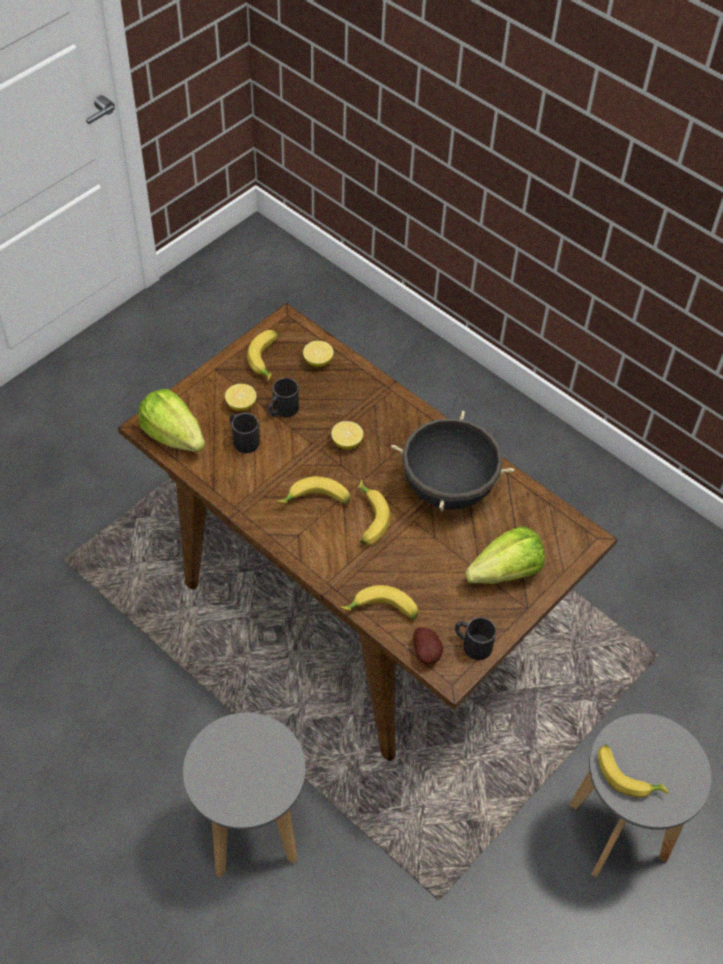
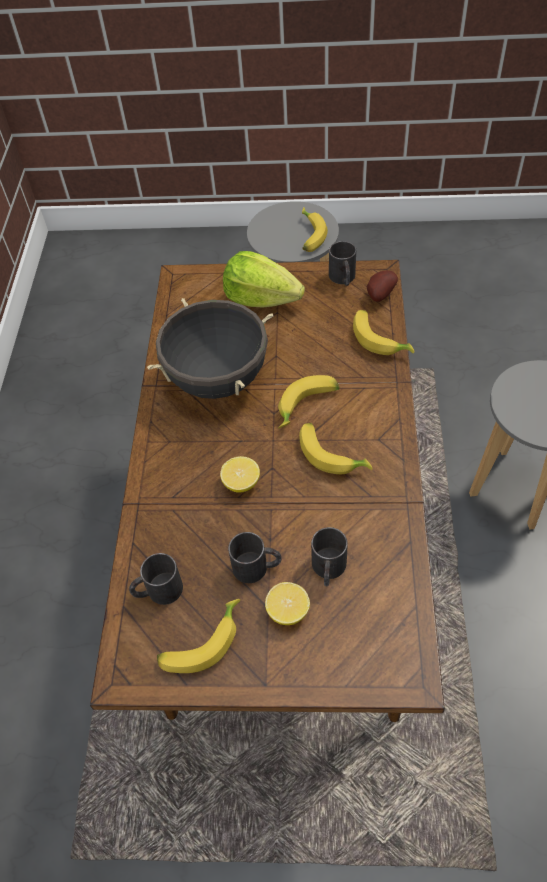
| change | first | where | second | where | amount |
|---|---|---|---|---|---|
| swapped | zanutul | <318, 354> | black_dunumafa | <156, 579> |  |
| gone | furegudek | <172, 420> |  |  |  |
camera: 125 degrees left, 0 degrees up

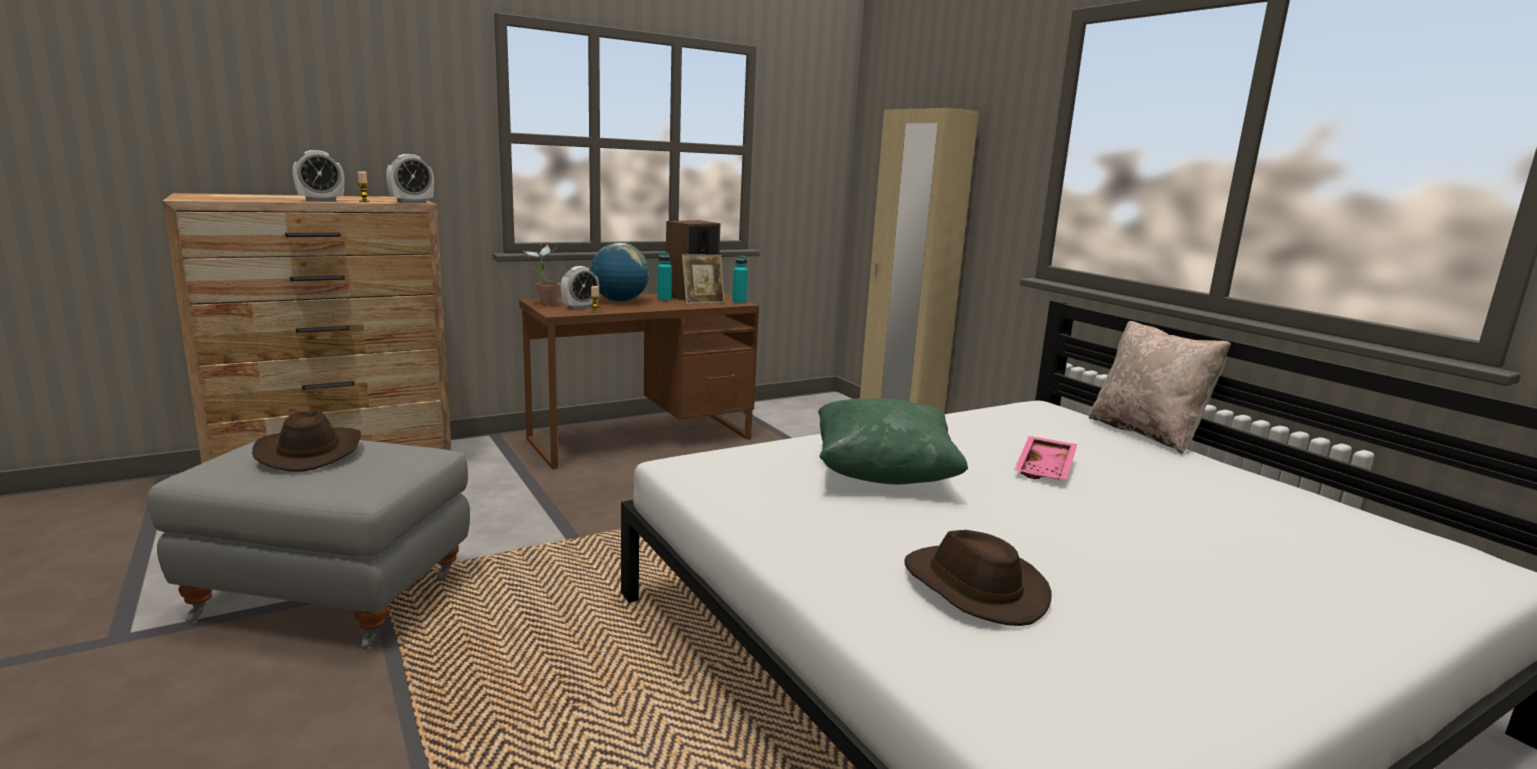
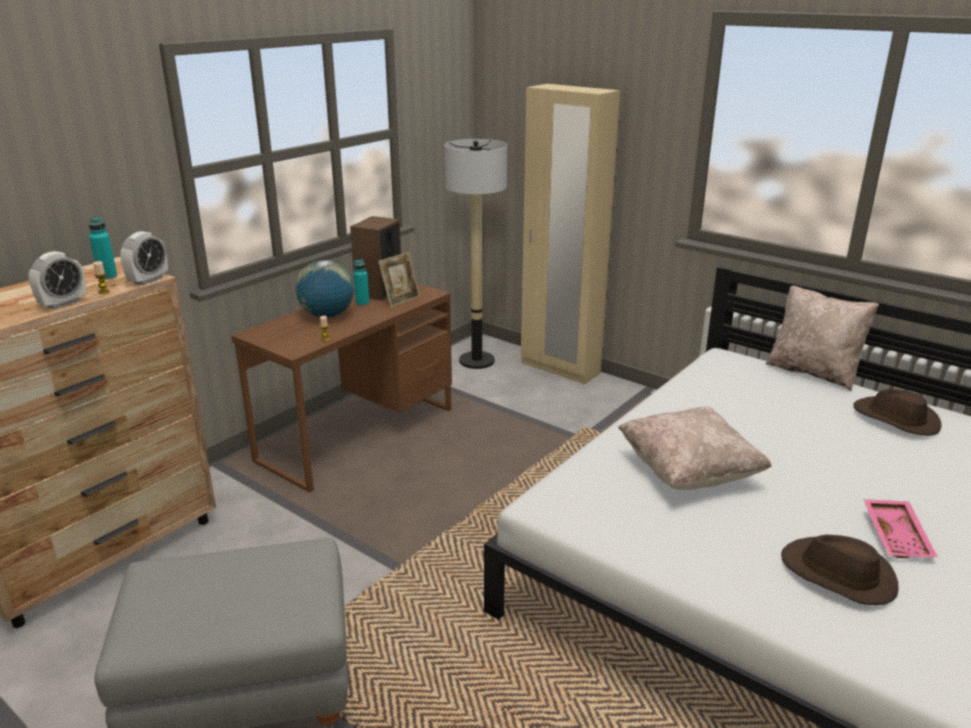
| change | first | where | second | where | amount |
|---|---|---|---|---|---|
| shifted | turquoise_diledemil | <740, 279> |  | <103, 249> |  |
| new |  |  | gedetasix | <475, 254> |  |
| repainted | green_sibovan | <893, 441> | beige_sibovan | <695, 448> |  |
| shifted | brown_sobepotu | <306, 441> |  | <897, 412> |  |
| shifted | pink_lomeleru | <1045, 457> |  | <901, 529> |  |
| gone | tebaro | <541, 274> |  |  |  |
| gone | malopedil | <580, 288> |  |  |  |
camera: 20 degrees left, 10 degrees up

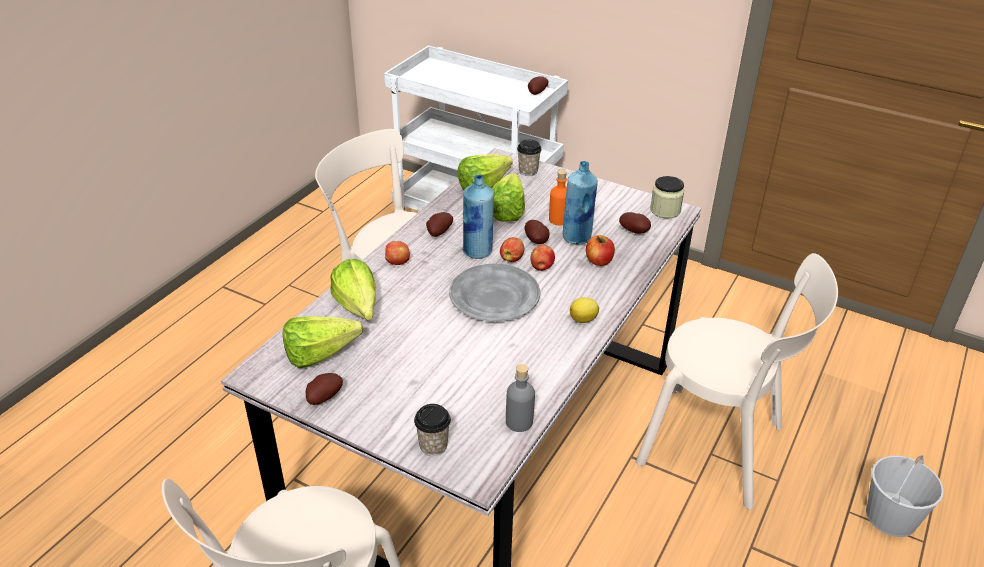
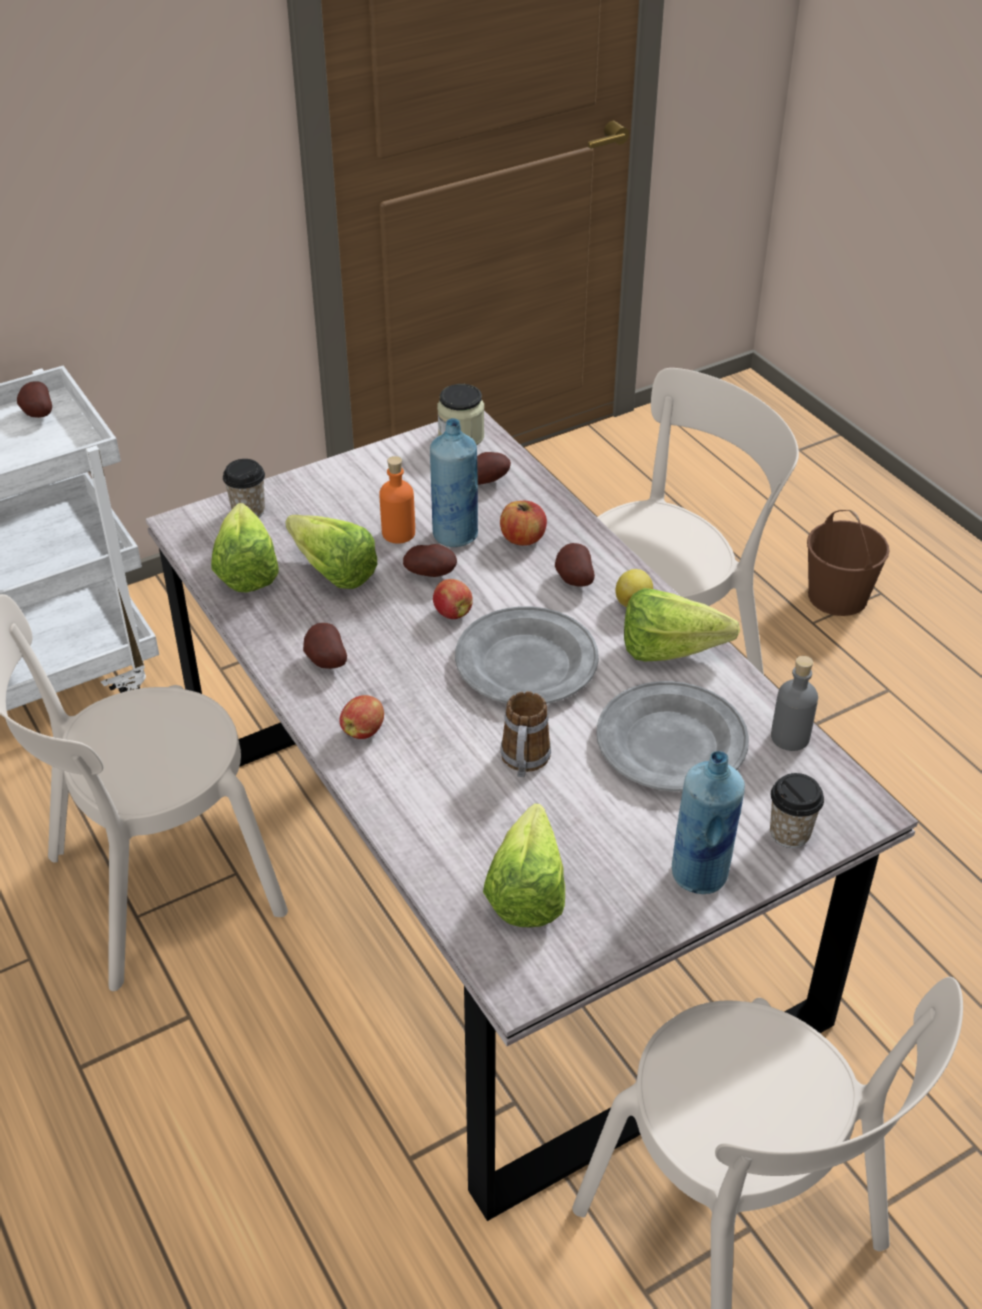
| change | first | where | second | where | amount |
|---|---|---|---|---|---|
| new |  |  | dunumafa | <526, 734> |  |
| shifted | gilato | <324, 389> |  | <575, 564> |  |
| new |  |  | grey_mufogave | <672, 736> |  |
| shifted | furegudek | <353, 289> |  | <682, 624> |  |
| shifted | blue_diledemil | <478, 216> |  | <708, 822> |  |
| repainted | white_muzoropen | <905, 496> | brown_muzoropen | <848, 563> |  |
| gone | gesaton | <542, 258> |  |  |  |
camera: 60 degrees left, 5 degrees up

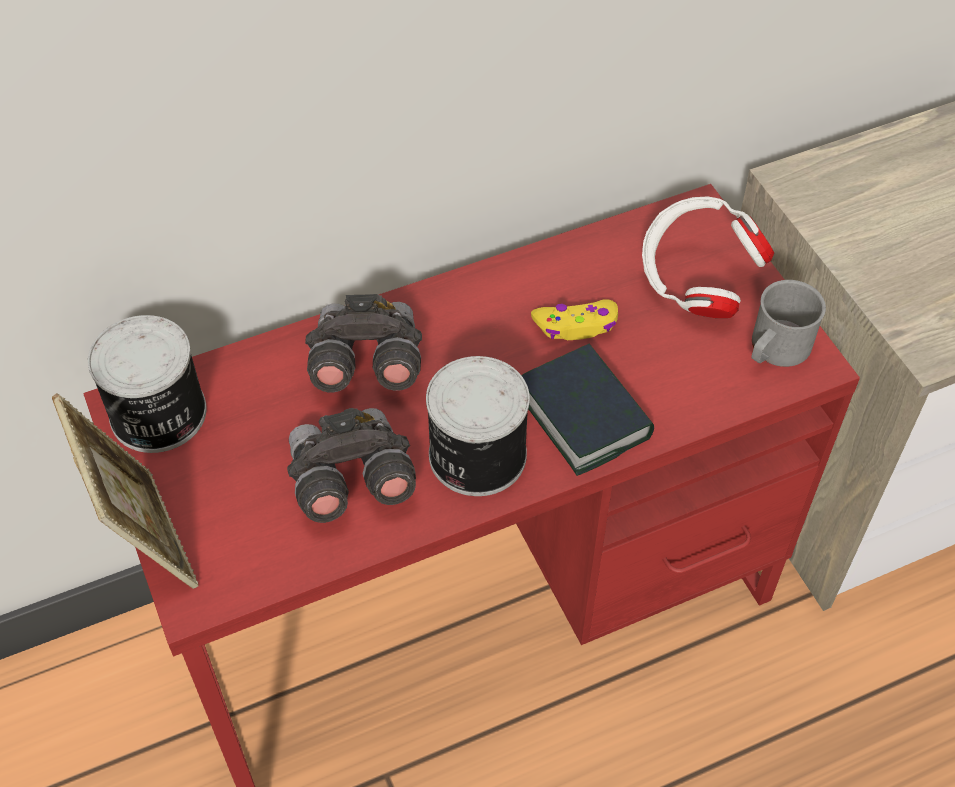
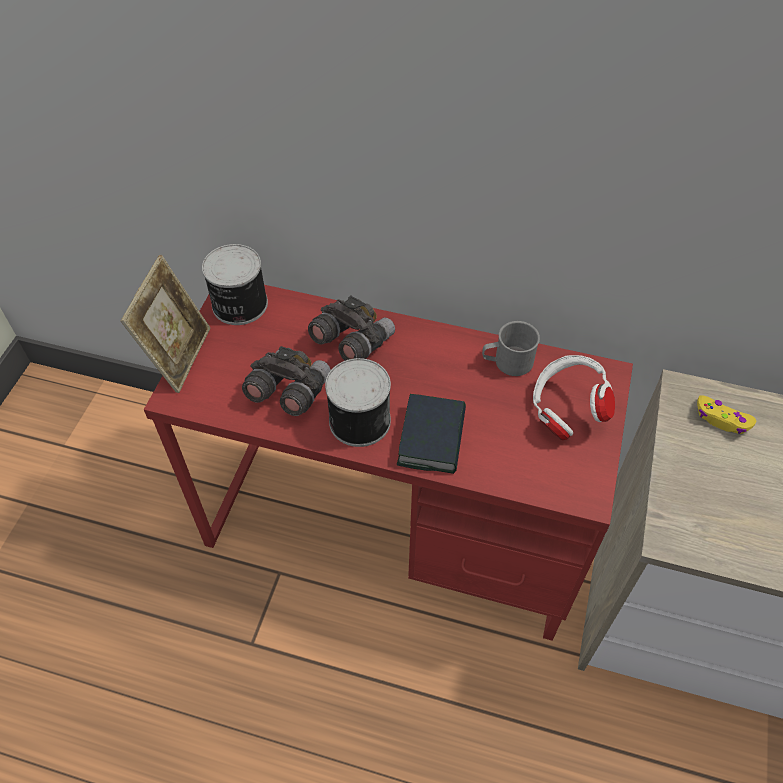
| change | first | where | second | where | amount |
|---|---|---|---|---|---|
| shifted | grey_dunumafa | <788, 323> |  | <511, 348> |  |
| shifted | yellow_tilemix | <574, 319> |  | <727, 414> |  |
camera: 40 degrees right, 0 degrees up

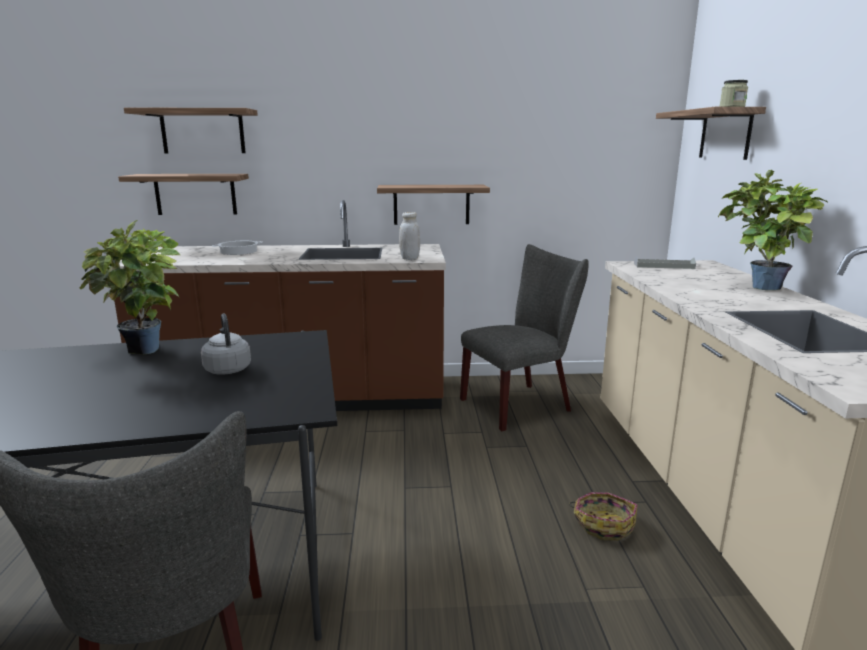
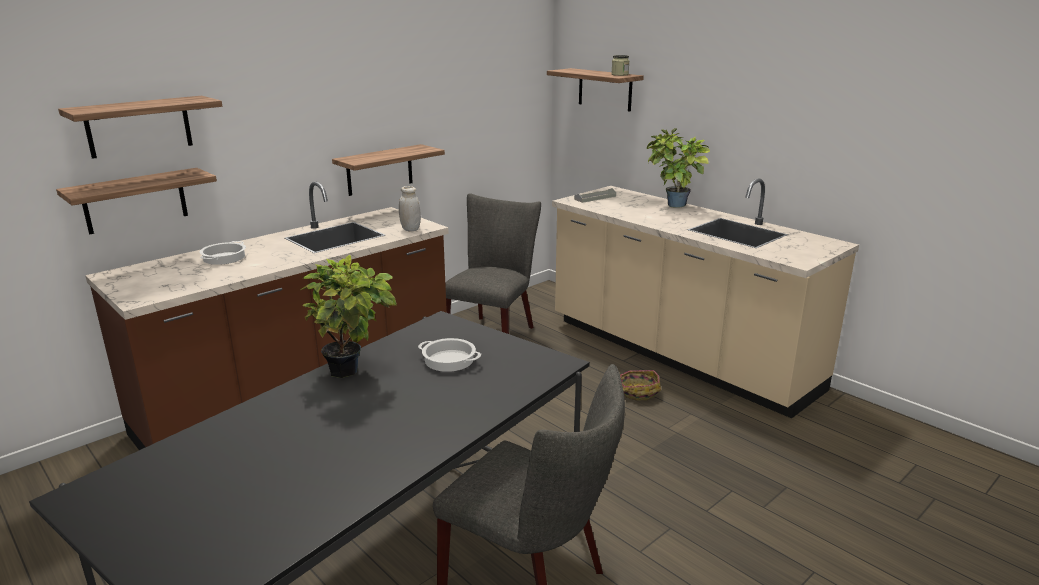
| change | first | where | second | where | amount |
|---|---|---|---|---|---|
| swapped | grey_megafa | <226, 344> | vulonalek | <449, 355> |  |
camera: 40 degrees left, 5 degrees up

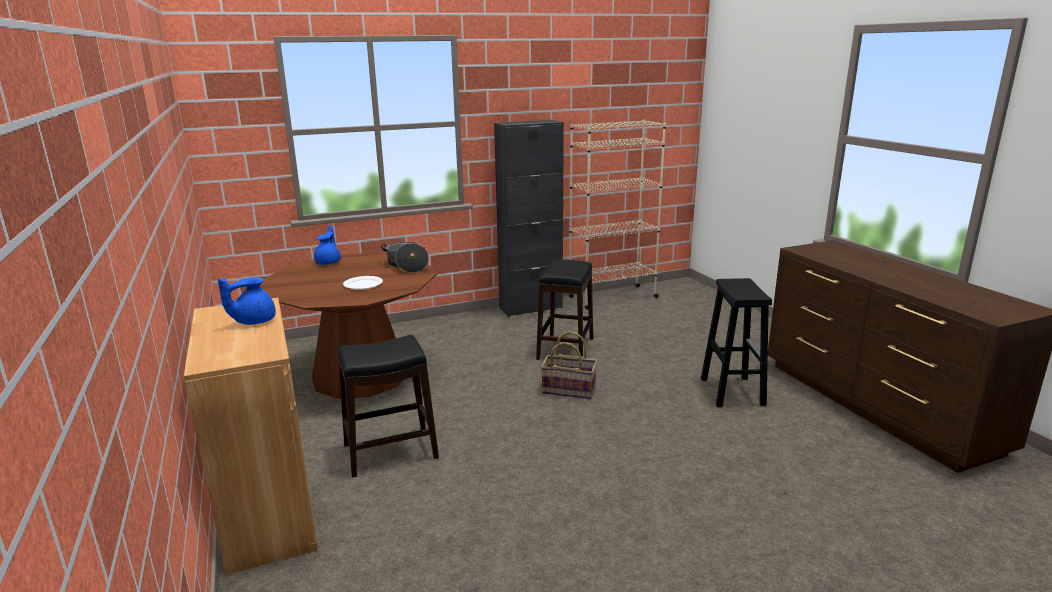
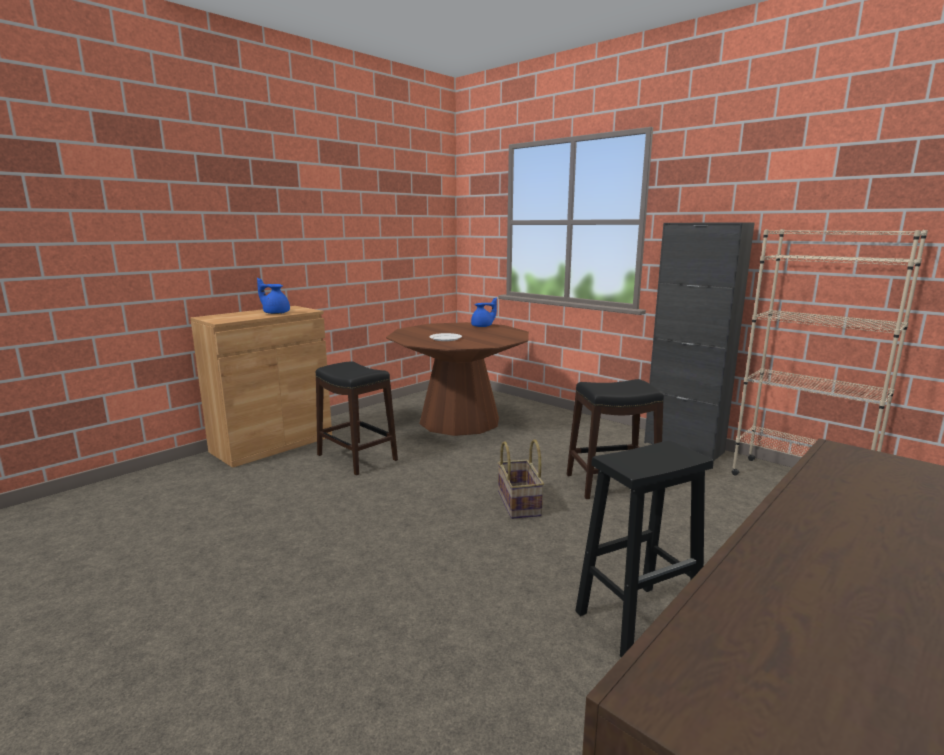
| change | first | where | second | where | amount |
|---|---|---|---|---|---|
| gone | vulonalek | <405, 257> |  |  |  |
camera: 65 degrees right, 5 degrees down

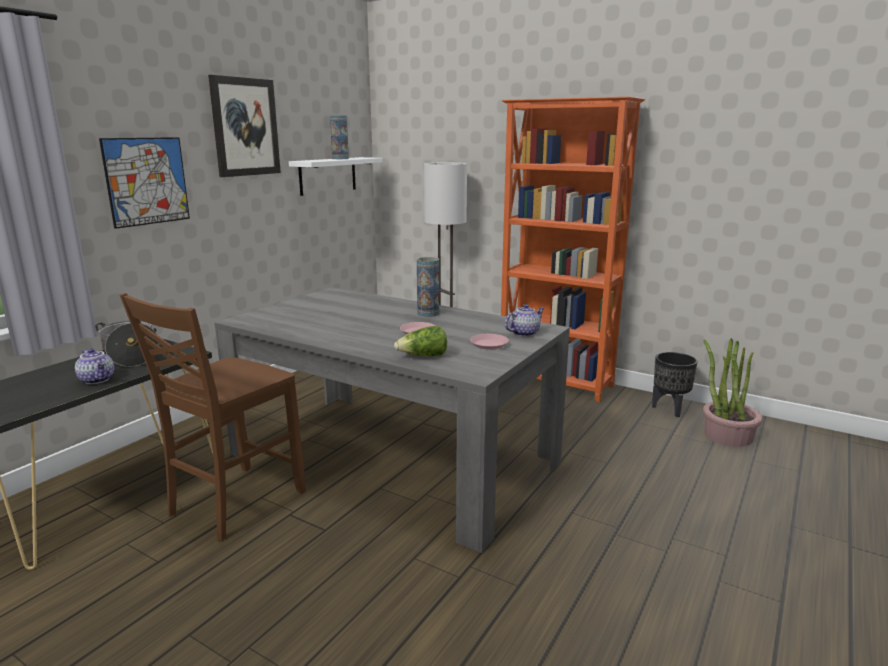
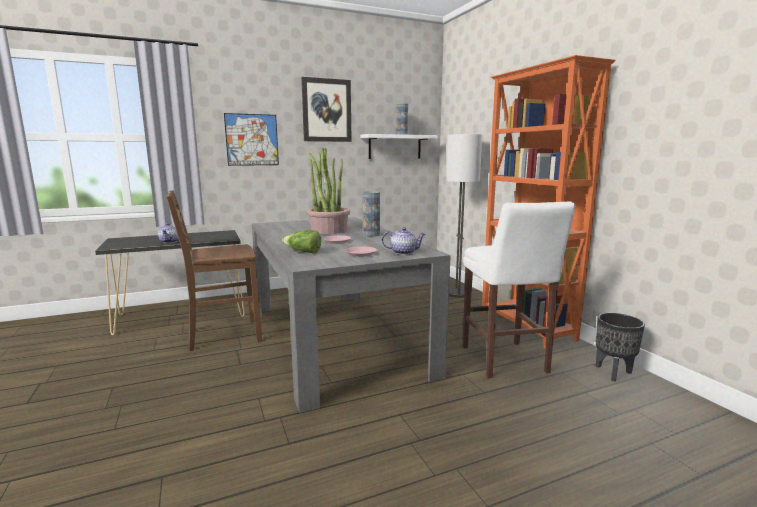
| change | first | where | second | where | amount |
|---|---|---|---|---|---|
| shifted | tebaro | <732, 392> |  | <328, 191> |  |
| new |  |  | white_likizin | <519, 290> |  |
| gone | vulonalek | <127, 343> |  |  |  |
camera: 35 degrees right, 5 degrees down

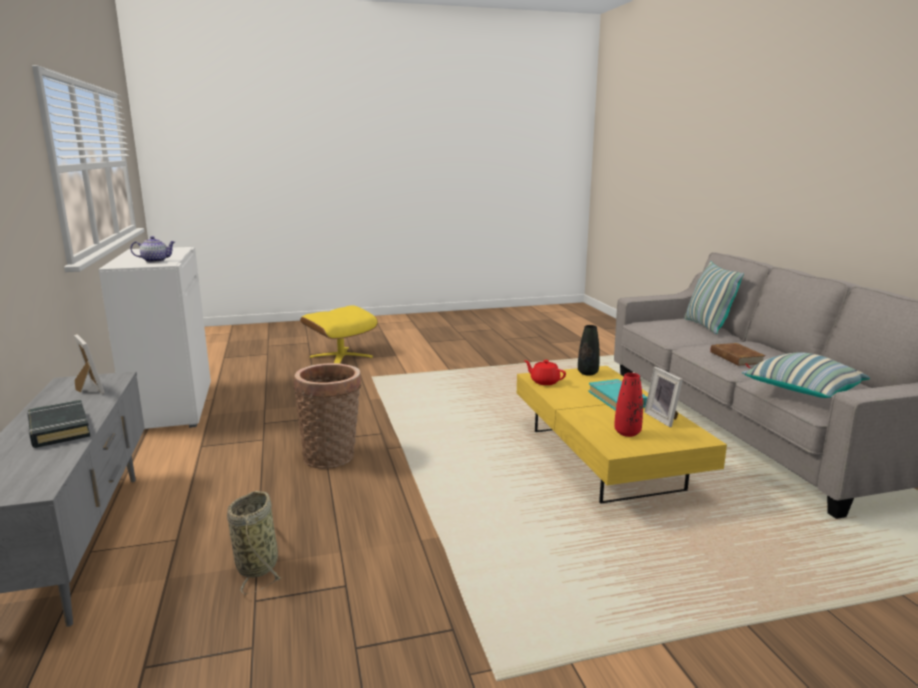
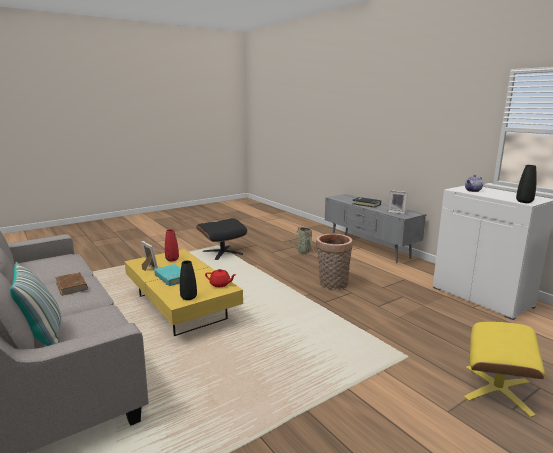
| change | first | where | second | where | amount |
|---|---|---|---|---|---|
| new |  |  | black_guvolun | <222, 239> |  |
| new |  |  | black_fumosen | <526, 184> |  |
| gone | sibovan | <806, 375> |  |  |  |
camera: 160 degrees right, 0 degrees up

